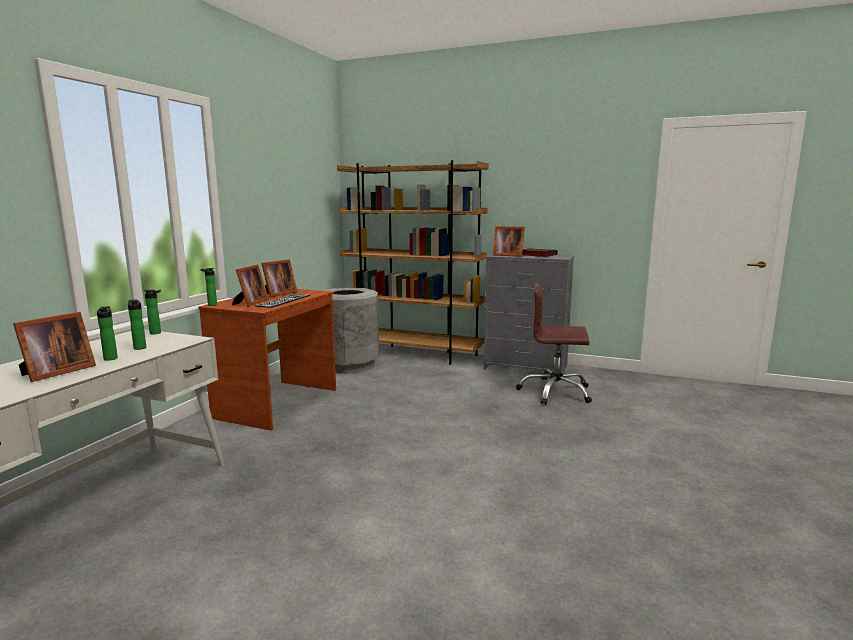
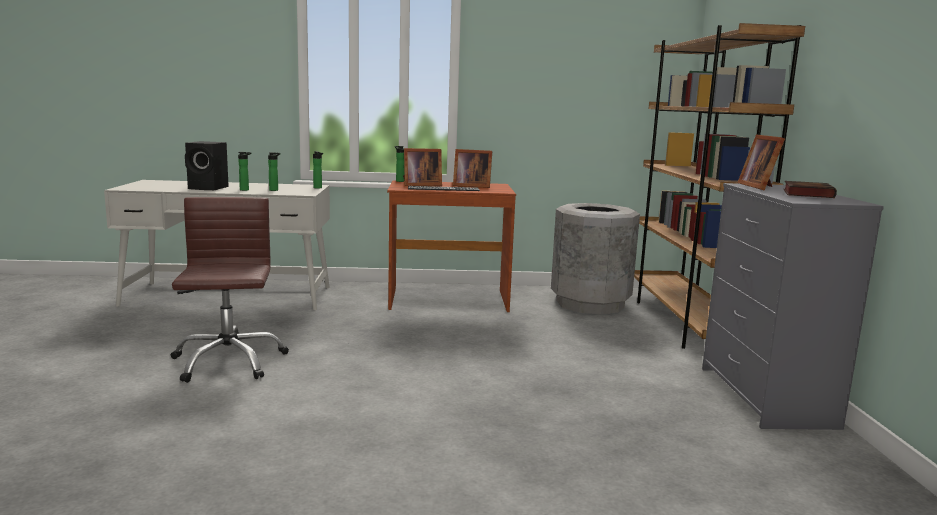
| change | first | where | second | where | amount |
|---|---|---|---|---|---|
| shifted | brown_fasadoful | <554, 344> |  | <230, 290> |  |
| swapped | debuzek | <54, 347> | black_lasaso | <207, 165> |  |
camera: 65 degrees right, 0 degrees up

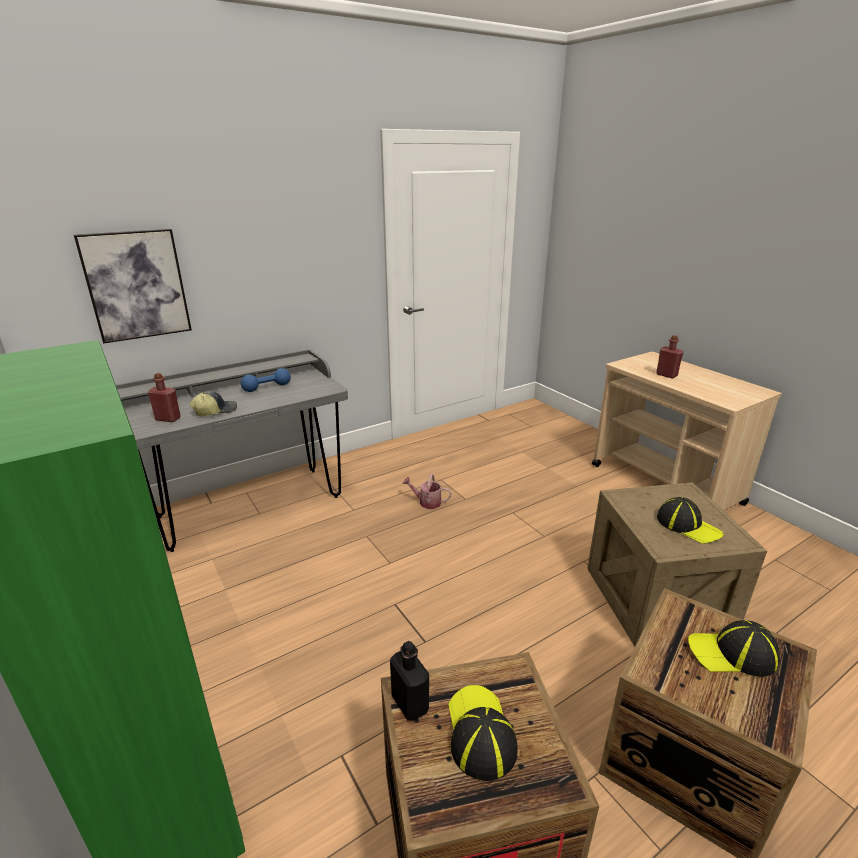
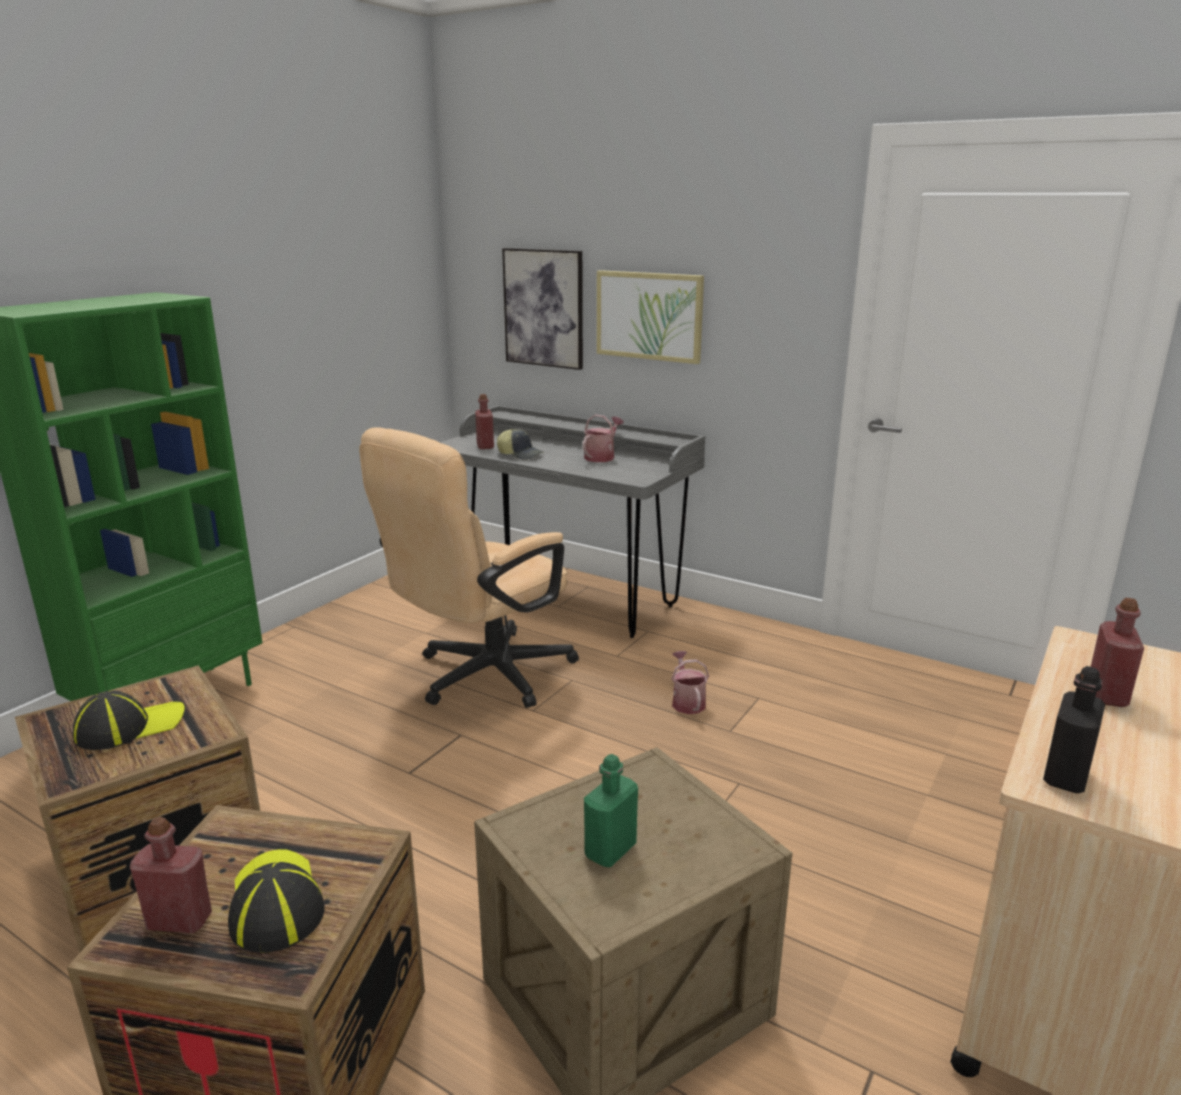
| change | first | where | second | where | amount |
|---|---|---|---|---|---|
| new |  |  | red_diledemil | <171, 875> |  |
| new |  |  | beige_fasadoful | <469, 567> |  |
| swapped | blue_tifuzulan | <266, 380> | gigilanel | <603, 438> |  |
| swapped | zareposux | <690, 520> | green_diledemil | <611, 810> |  |
| new |  |  | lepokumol | <650, 317> |  |
| shifted | black_diledemil | <409, 681> |  | <1074, 729> |  |
camera: 65 degrees right, 5 degrees down

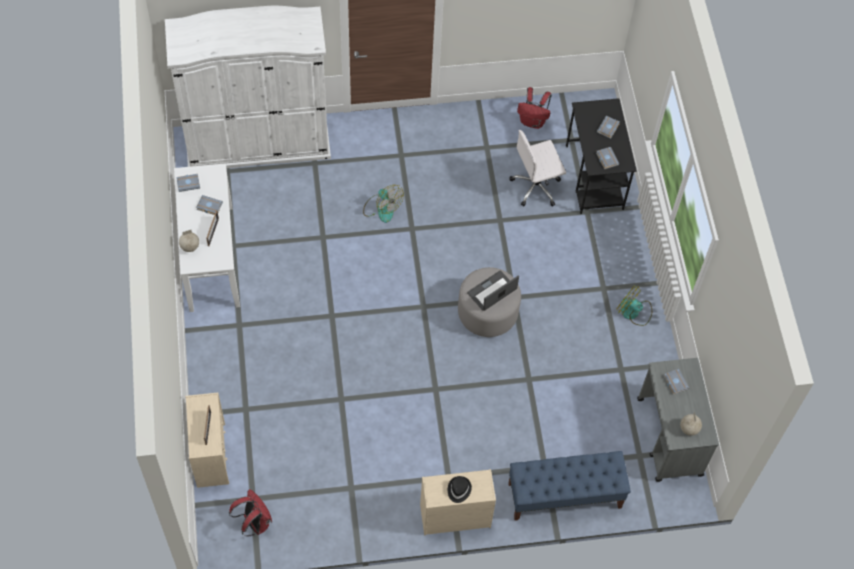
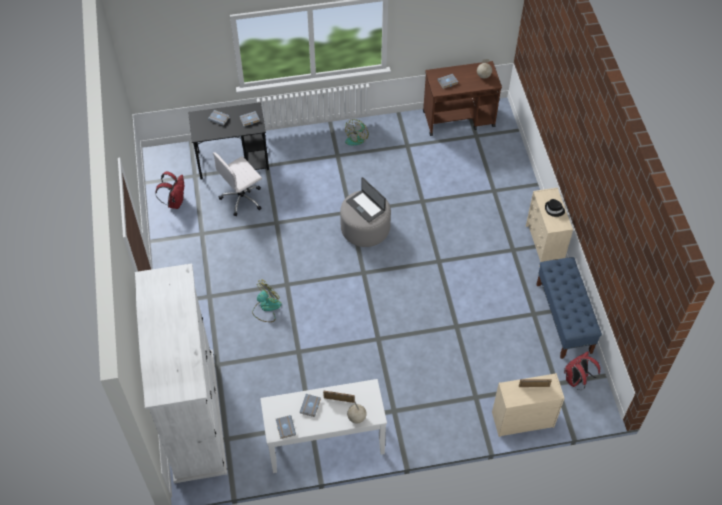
| change | first | where | second | where | amount |
|---|---|---|---|---|---|
| rotated | white_fasadoful | <537, 168> |  | <237, 184> | 75 degrees clockwise |
| repainted | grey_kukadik | <678, 420> | brown_kukadik | <462, 98> |  |
| shifted | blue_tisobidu | <569, 486> |  | <569, 308> |  |
camera: 90 degrees left, 5 degrees down

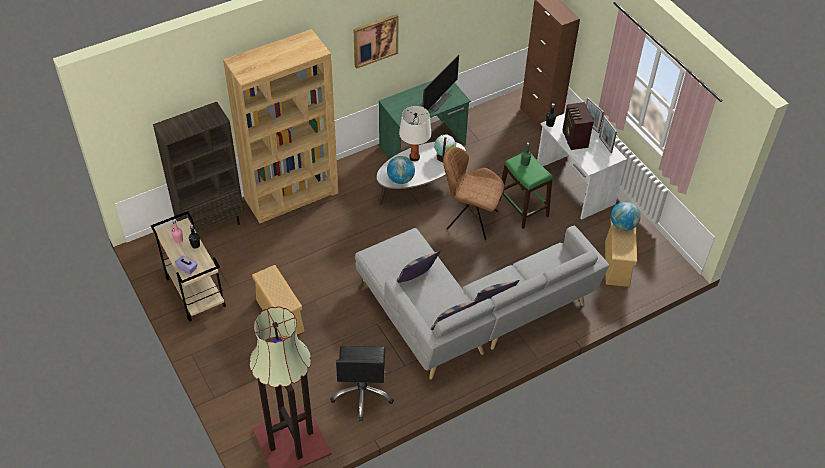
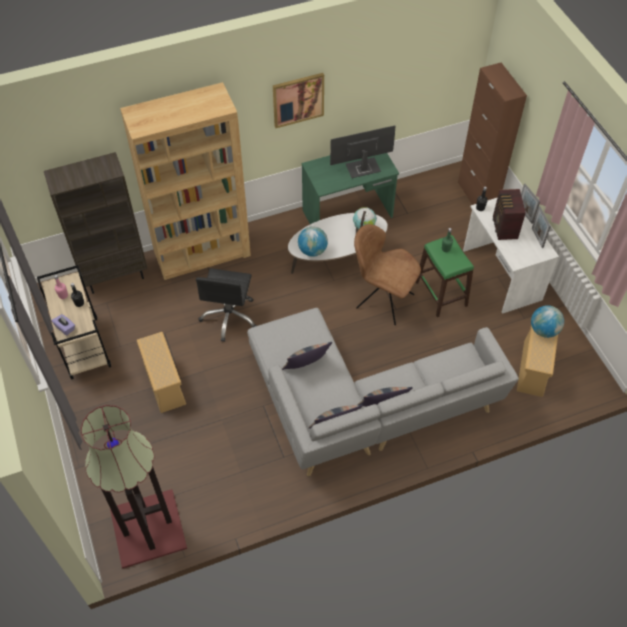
| change | first | where | second | where | amount |
|---|---|---|---|---|---|
| shifted | black_fasadoful | <362, 383> |  | <226, 305> |  |
| rotated | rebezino | <439, 83> |  | <362, 151> | 150 degrees counterclockwise |
| gone | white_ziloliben | <415, 133> |  |  |  |
camera: 10 degrees right, 5 degrees up

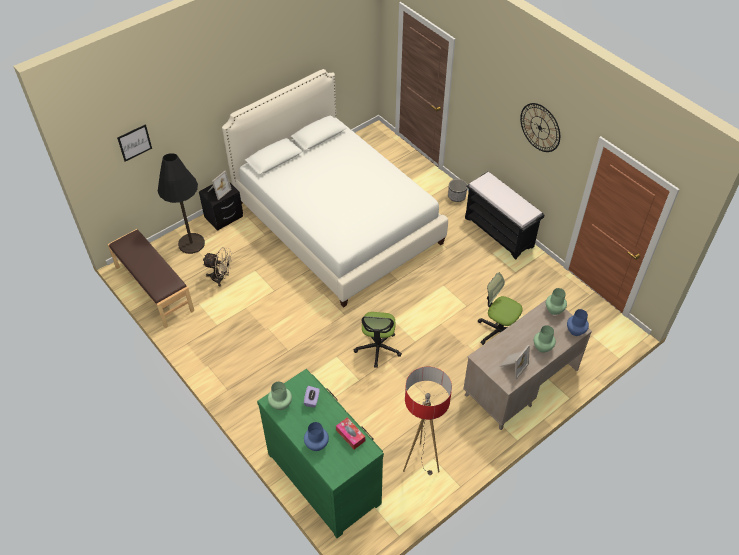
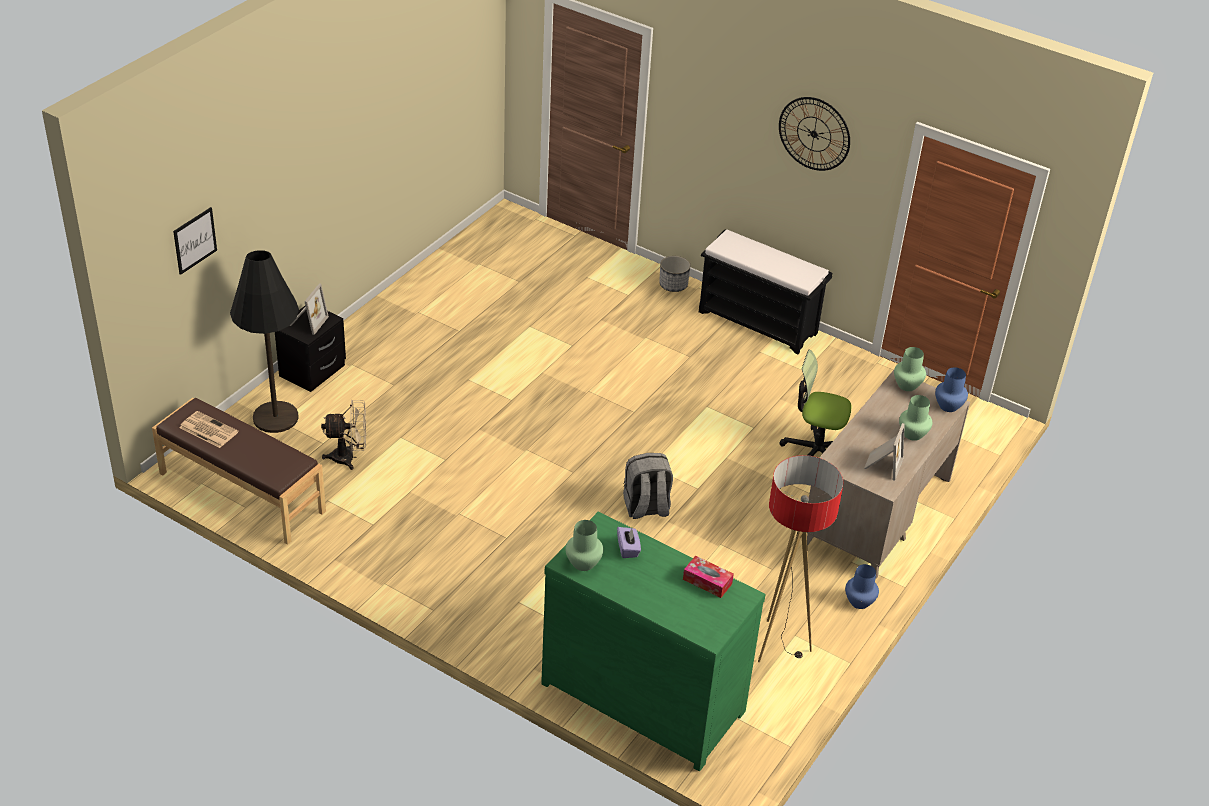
| change | first | where | second | where | amount |
|---|---|---|---|---|---|
| new |  |  | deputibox | <208, 429> |  |
| swapped | fasadoful | <378, 340> | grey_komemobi | <648, 486> |  |
| shifted | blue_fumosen | <316, 436> |  | <862, 586> |  |
| gone | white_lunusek | <335, 188> |  |  |  |
camera: 20 degrees left, 10 degrees down

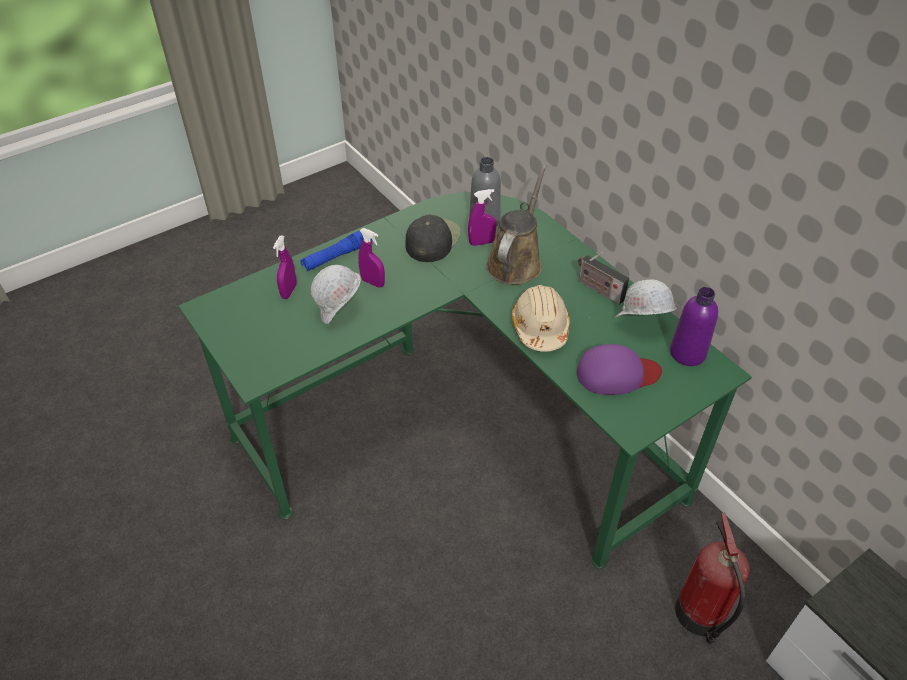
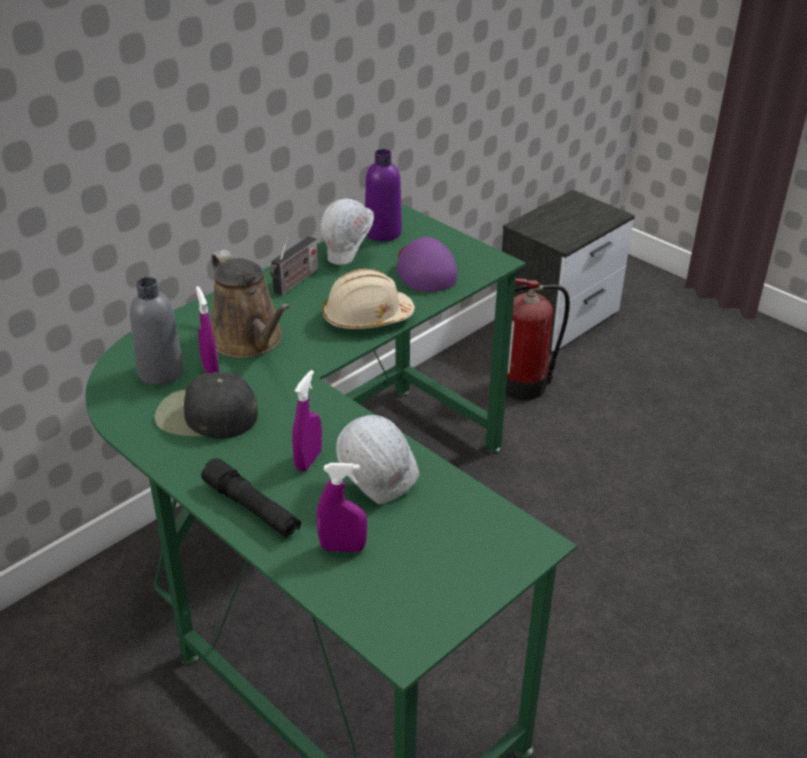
| change | first | where | second | where | amount |
|---|---|---|---|---|---|
| repainted | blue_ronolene | <336, 250> | black_ronolene | <251, 498> |  |
| rotated | brown_gigilanel | <516, 224> |  | <250, 304> | 135 degrees counterclockwise |
camera: 100 degrees left, 10 degrees down

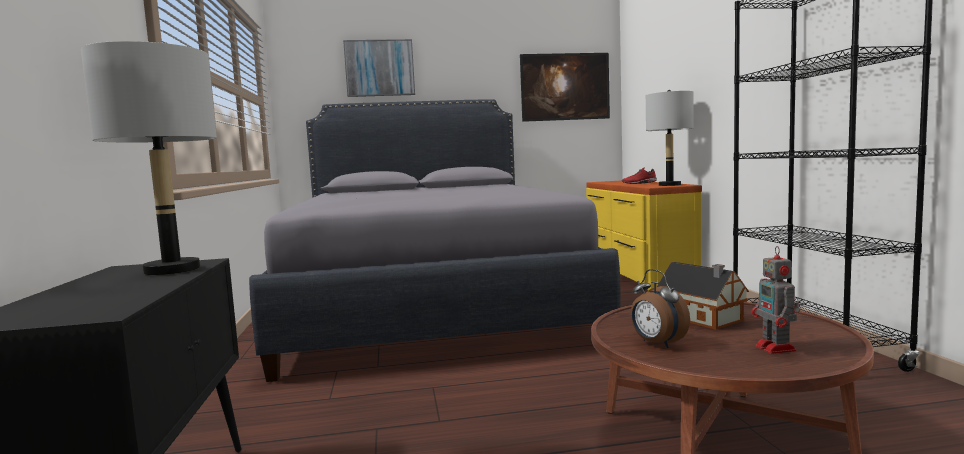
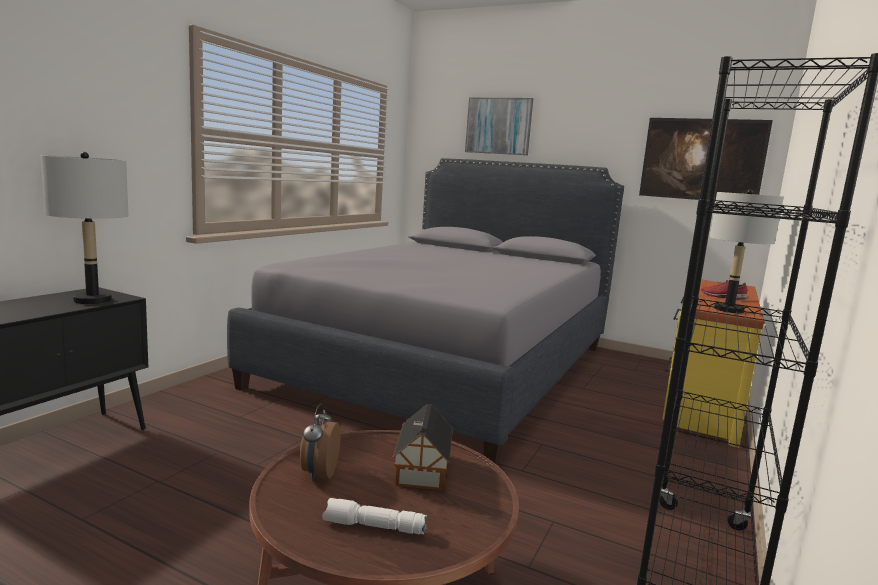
| change | first | where | second | where | amount |
|---|---|---|---|---|---|
| swapped | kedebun | <776, 300> | white_ronolene | <374, 516> |  |
camera: 35 degrees right, 5 degrees up

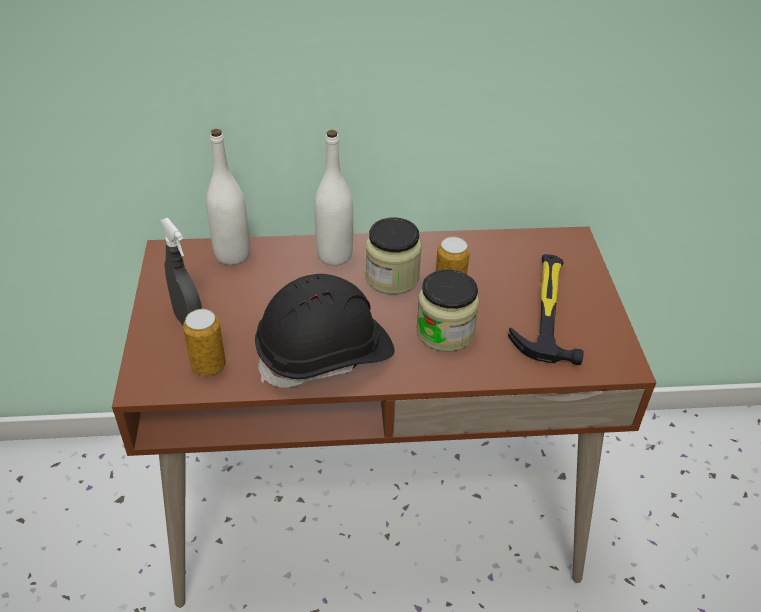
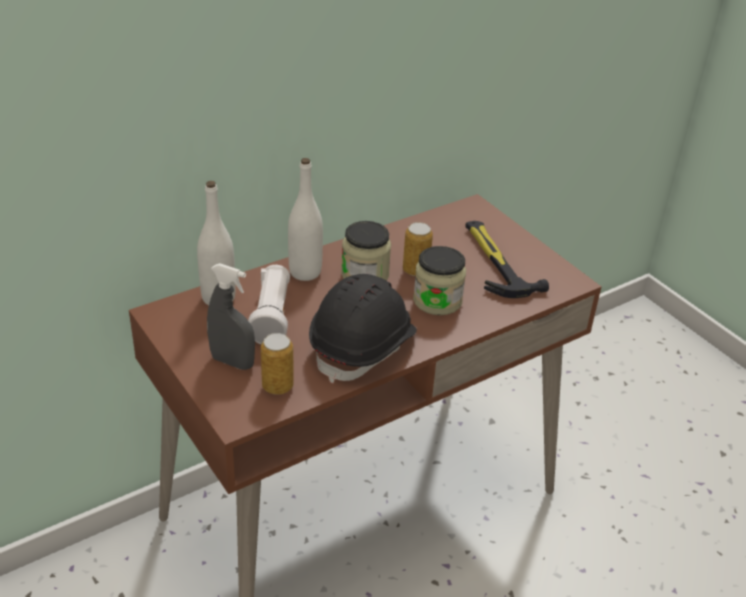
| change | first | where | second | where | amount |
|---|---|---|---|---|---|
| new |  |  | white_ronolene | <269, 304> |  |
camera: 30 degrees left, 5 degrees down

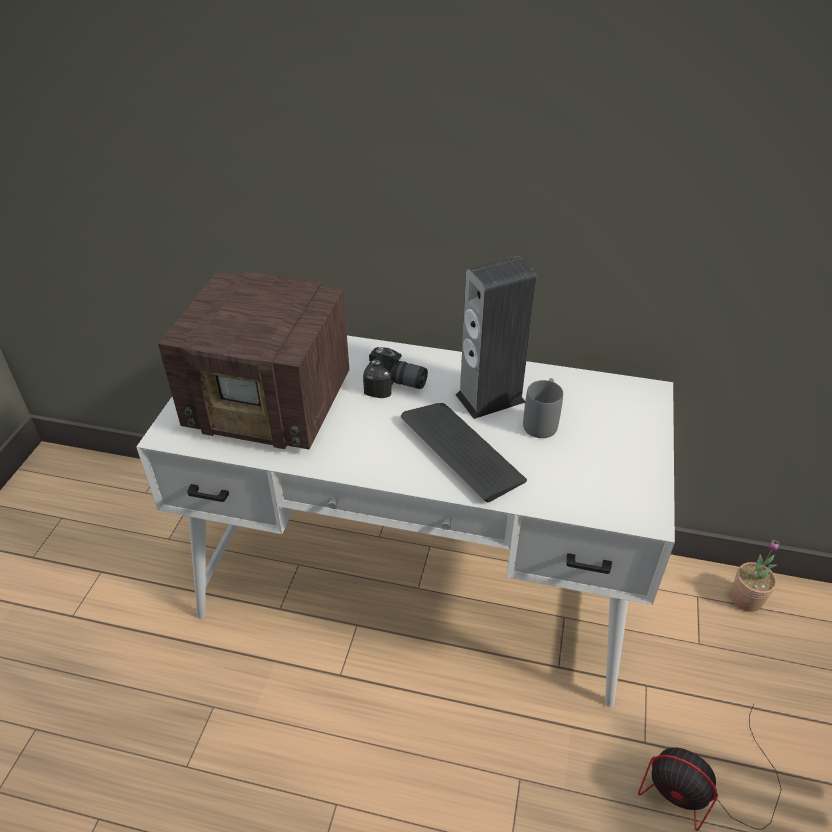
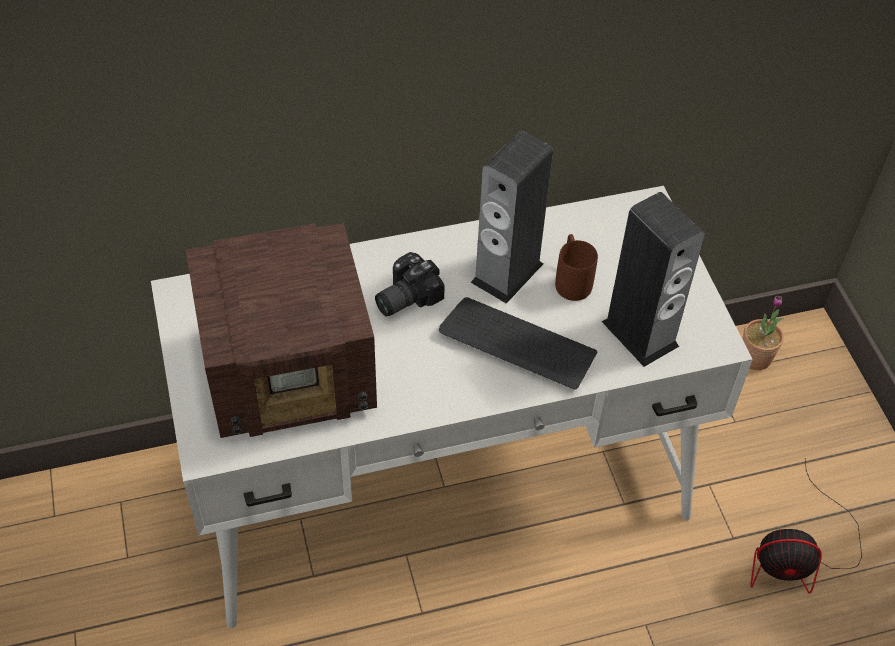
| change | first | where | second | where | amount |
|---|---|---|---|---|---|
| rotated | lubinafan | <395, 372> |  | <410, 284> | 150 degrees clockwise |
| repainted | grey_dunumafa | <543, 408> | brown_dunumafa | <576, 267> |  |
| new |  |  | lasaso | <653, 279> |  |
camera: 30 degrees left, 10 degrees up

